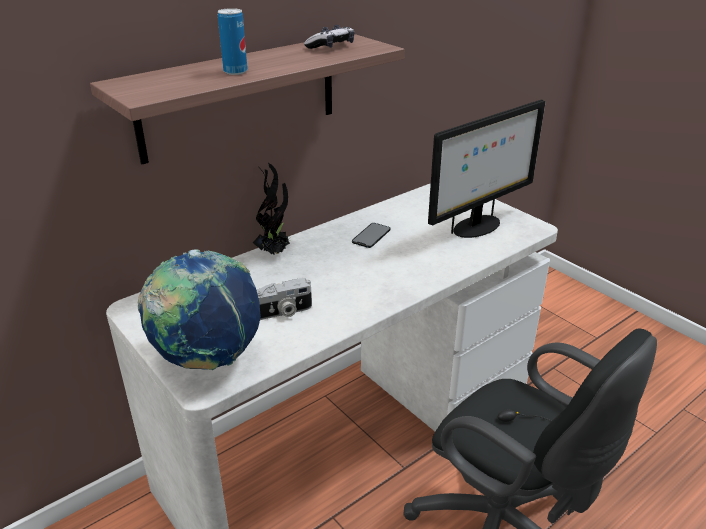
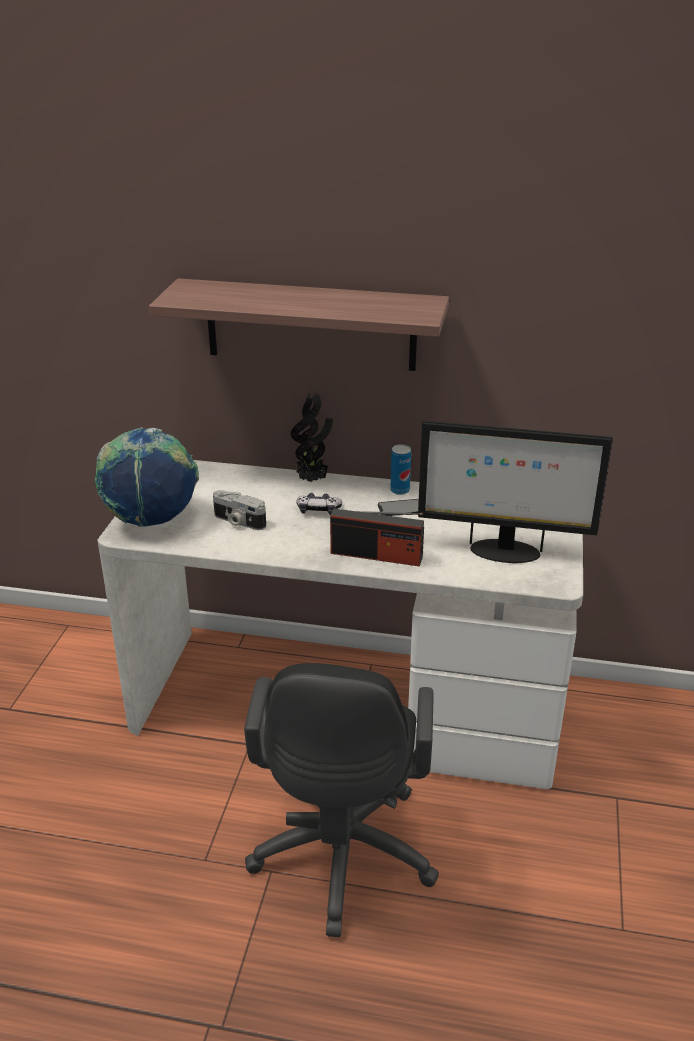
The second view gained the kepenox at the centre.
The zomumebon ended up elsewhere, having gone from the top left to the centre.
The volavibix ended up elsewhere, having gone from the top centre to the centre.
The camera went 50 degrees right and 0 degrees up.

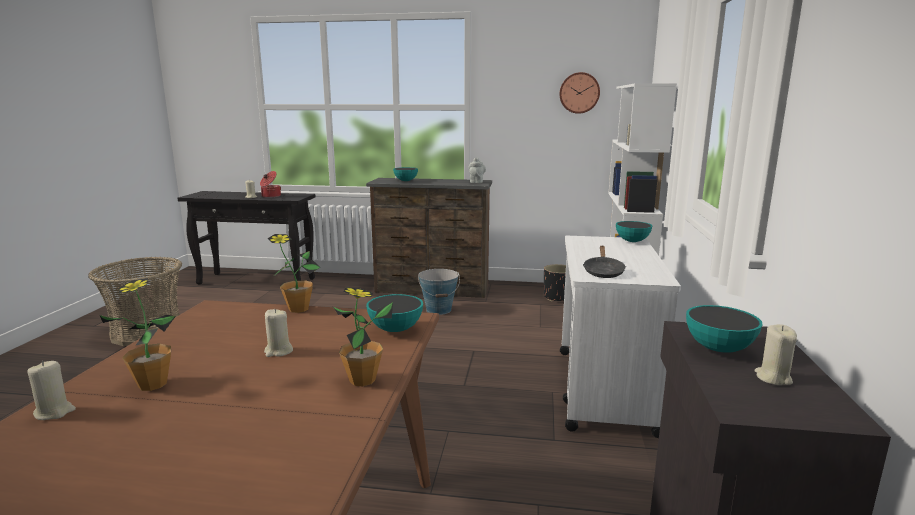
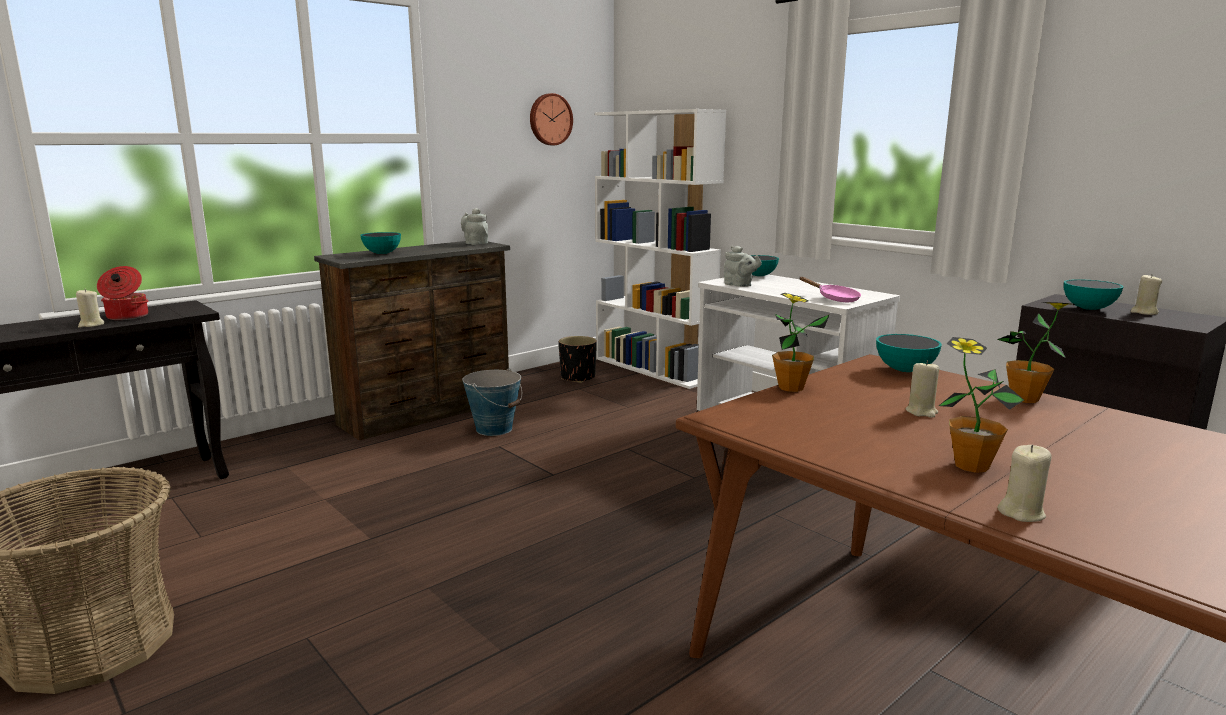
The second view gained the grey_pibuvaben (2nd from left) at the centre.
What was the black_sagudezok at the centre turned into the pink_sagudezok at the middle right.
The camera went 50 degrees left and 0 degrees up.

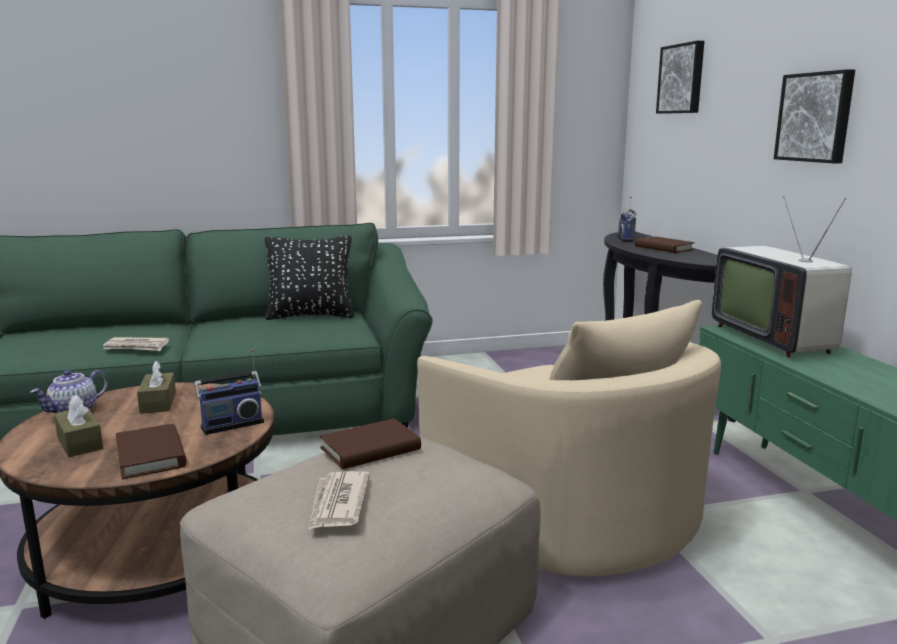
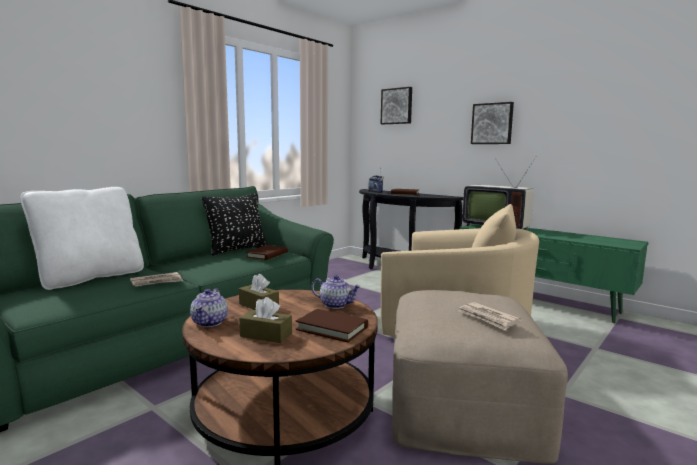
The second view gained the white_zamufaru at the middle left.
The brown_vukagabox (2nd from left in the first image) ended up elsewhere, having gone from the bottom centre to the centre.
Where the kepenox (1st from left) stood at the middle left, the pibuvaben (2nd from left) came to stand at the centre.
The camera went 35 degrees left and 5 degrees down.

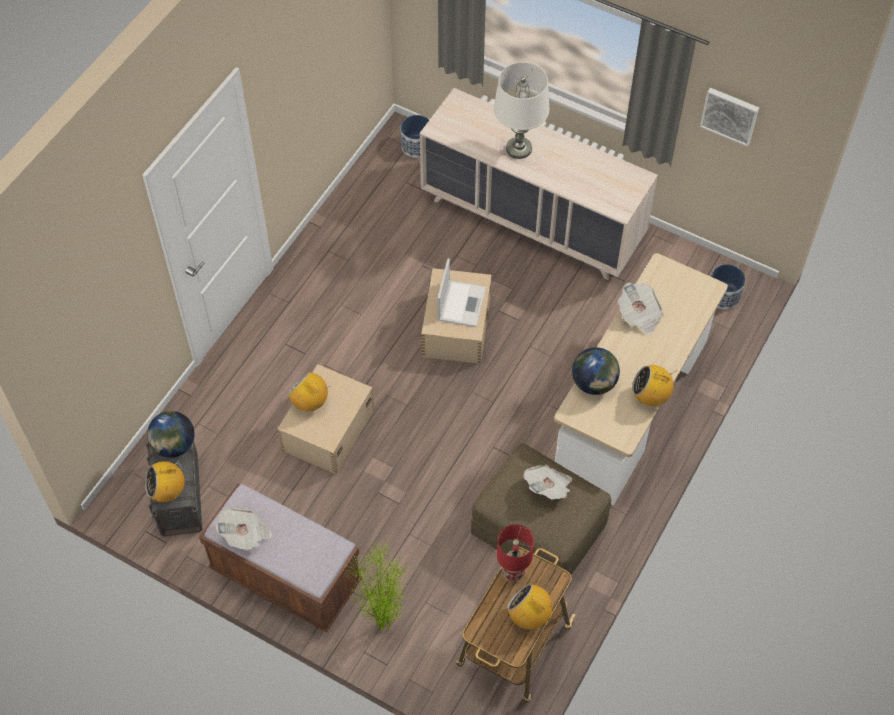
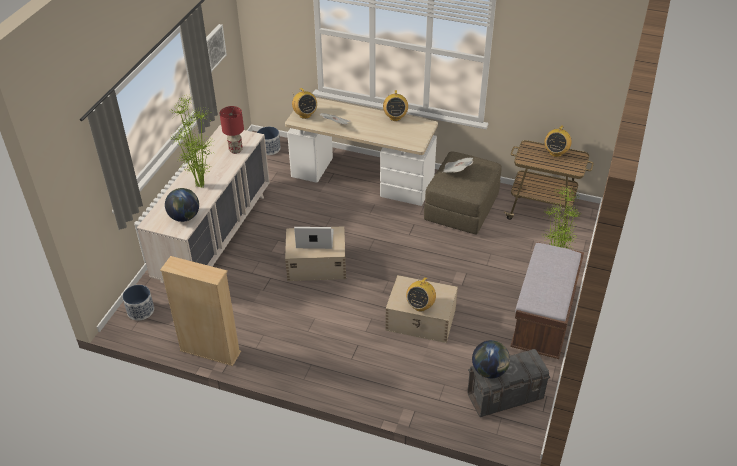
The second view lost the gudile (1st from left) at the bottom left.
The second view gained the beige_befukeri at the bottom left.
The kepenox (1st from left) ended up elsewhere, having gone from the bottom left to the top centre.
The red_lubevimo ended up elsewhere, having gone from the bottom centre to the top left.
The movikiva (2nd from left in the first image) ended up elsewhere, having gone from the middle right to the middle left.
Where the white_lubevimo stood at the top centre, the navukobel (1st from left) came to stand at the top left.
The camera went 100 degrees left and 15 degrees down.

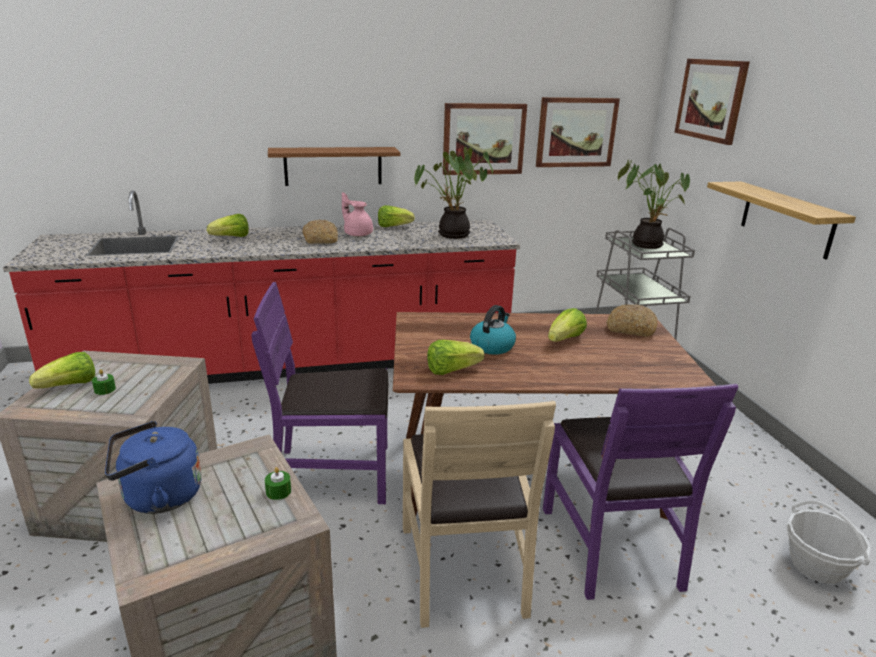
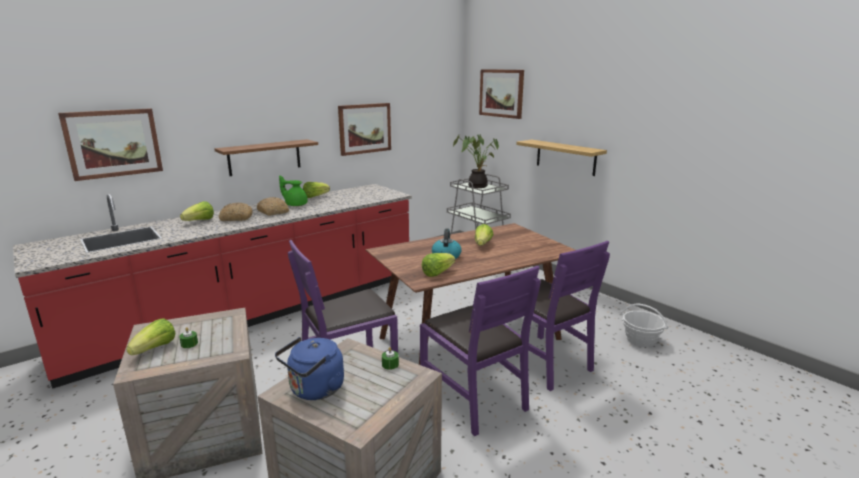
The second view lost the navukobel (1st from left) at the top centre.
The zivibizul (2nd from left in the first image) ended up elsewhere, having gone from the top centre to the top left.
The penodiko (2nd from left in the first image) ended up elsewhere, having gone from the middle right to the middle left.
What was the pink_pibuvaben at the top centre turned into the green_pibuvaben at the centre.
What was the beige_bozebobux at the bottom centre turned into the purple_bozebobux (2nd from left) at the bottom centre.
The camera went 25 degrees left and 5 degrees down.

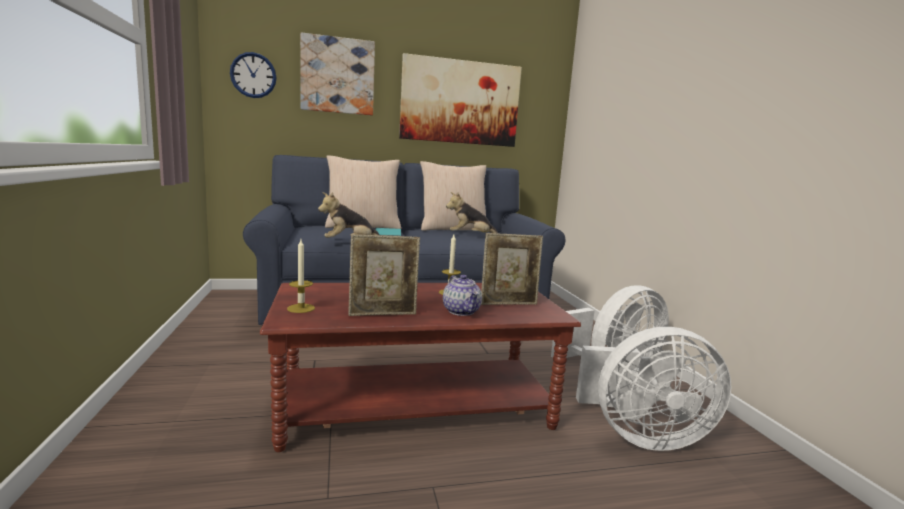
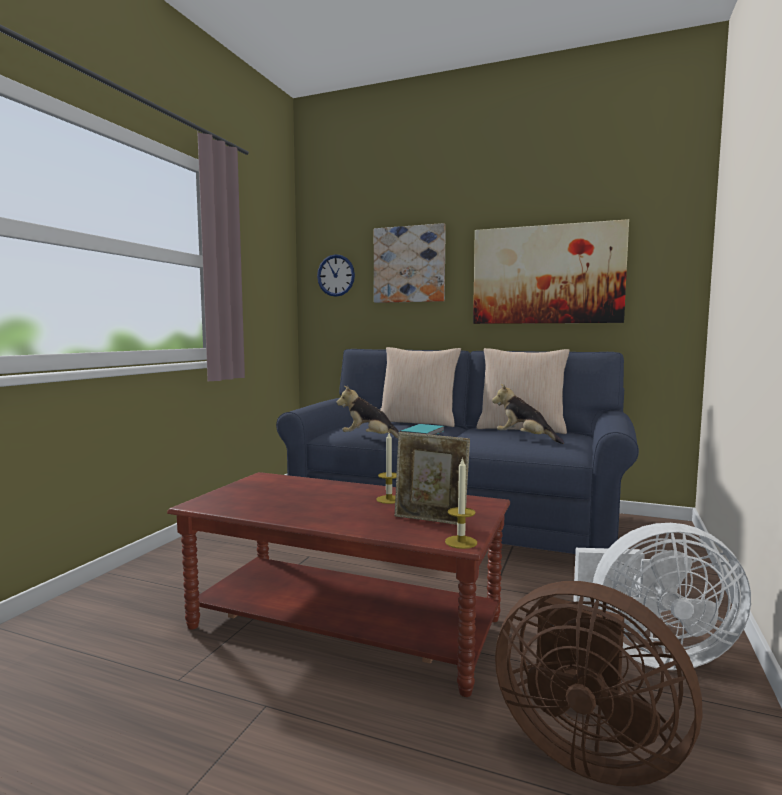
The second view lost the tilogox (1st from left) at the centre.
The second view lost the pibuvaben at the centre.
The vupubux (1st from left in the first image) ended up elsewhere, having gone from the middle left to the centre.
What was the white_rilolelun (2nd from left) at the bottom right turned into the brown_rilolelun at the bottom right.
The camera went 35 degrees right and 5 degrees down.

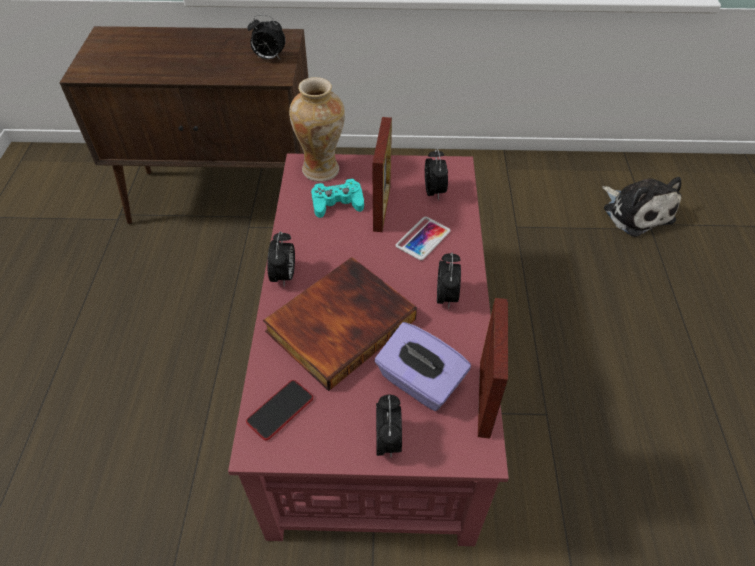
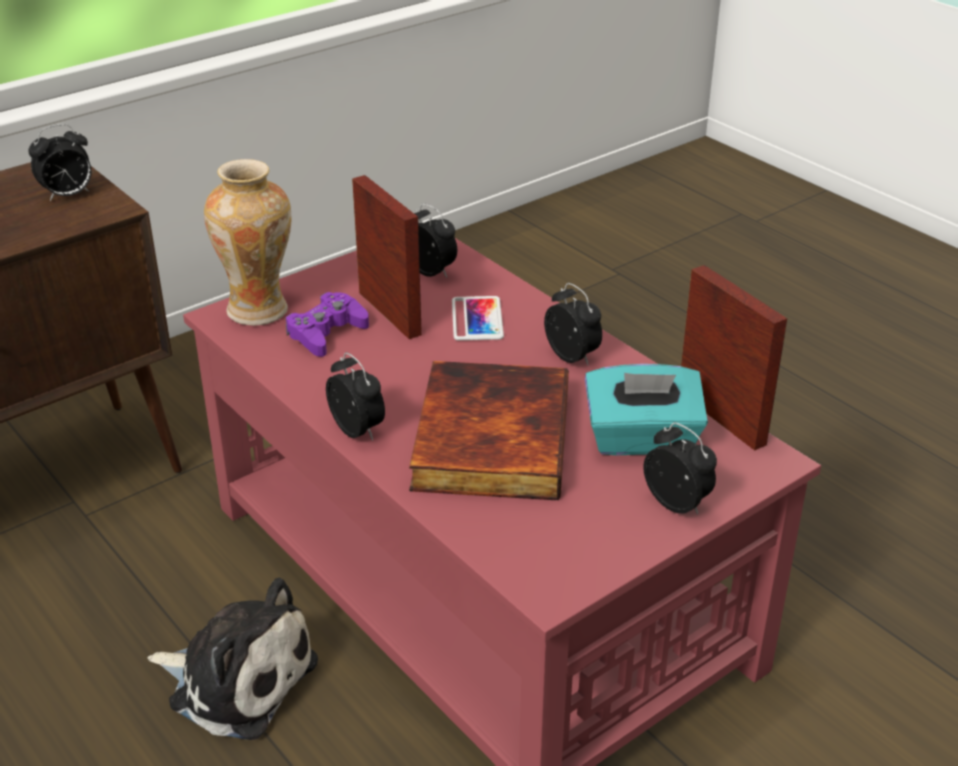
The second view lost the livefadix (1st from left) at the bottom centre.
The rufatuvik ended up elsewhere, having gone from the middle right to the bottom left.
What was the turquoise_volavibix at the centre turned into the purple_volavibix at the centre.
What was the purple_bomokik at the centre turned into the turquoise_bomokik at the middle right.
The camera went 40 degrees left and 15 degrees down.

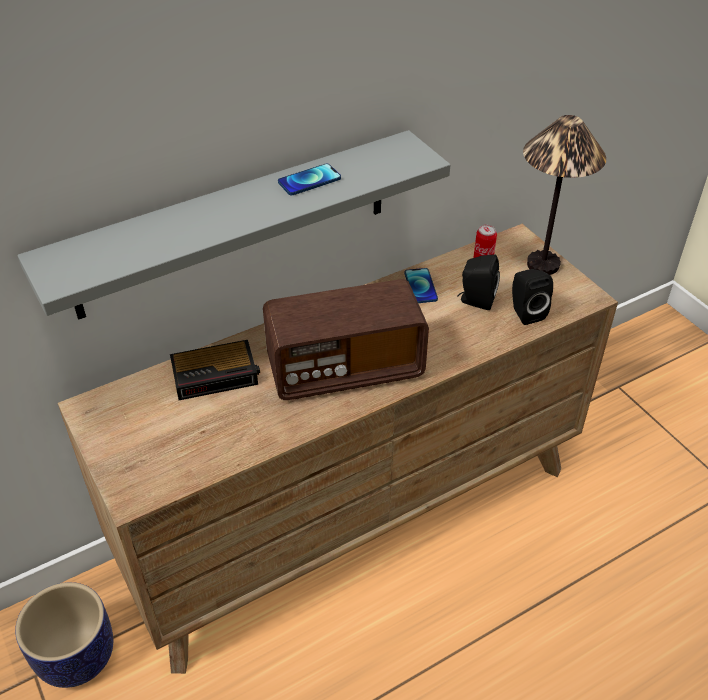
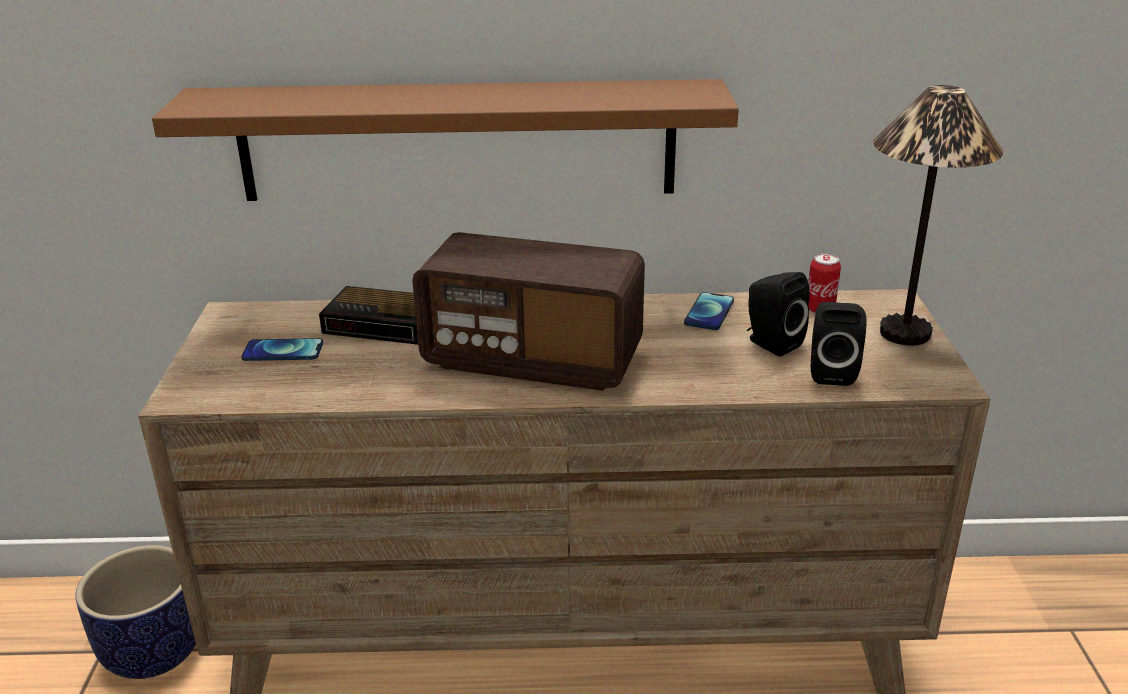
The livefadix (1st from left) ended up elsewhere, having gone from the top centre to the middle left.
What was the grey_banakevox at the top left turned into the brown_banakevox at the top centre.
The camera went 30 degrees right and 15 degrees down.

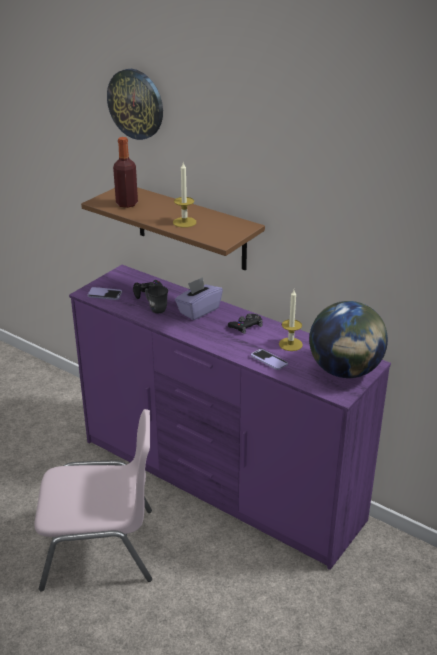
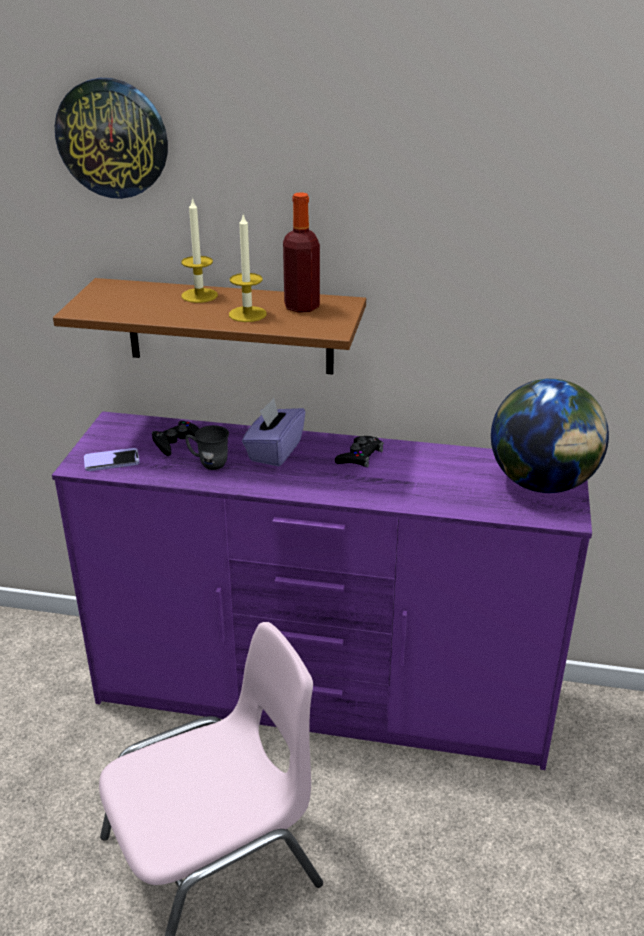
The second view lost the livefadix (2nd from left) at the centre.
The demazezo ended up elsewhere, having gone from the top left to the top centre.
The vupubux (2nd from left in the first image) ended up elsewhere, having gone from the centre to the top left.
The camera went 25 degrees left and 0 degrees up.

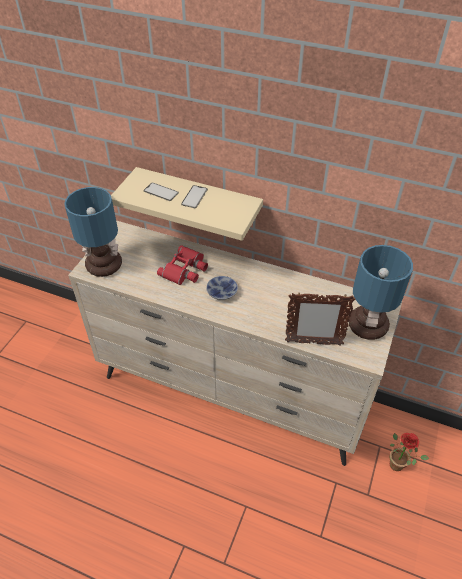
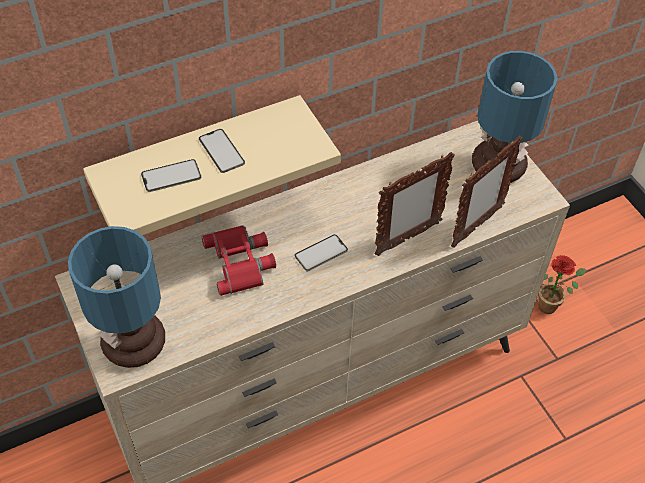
The second view gained the tilogox (1st from left) at the centre.
Where the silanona stood at the centre, the livefadix (3rd from left) came to stand at the centre.
The camera went 50 degrees left and 5 degrees up.

